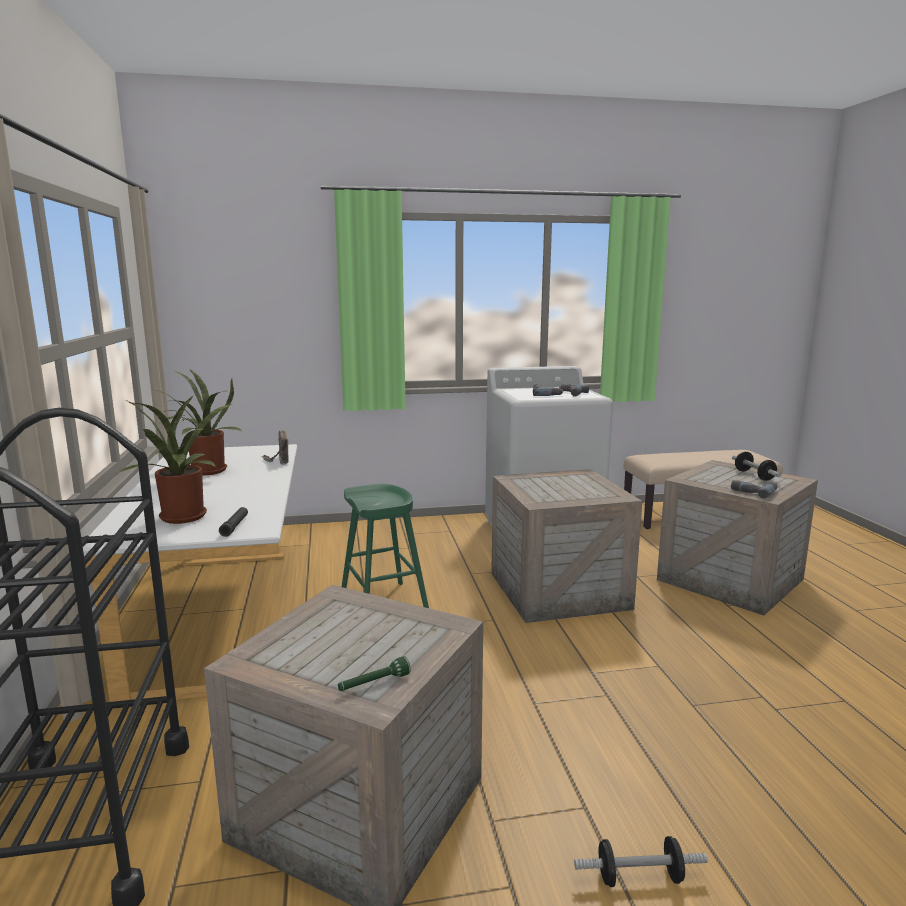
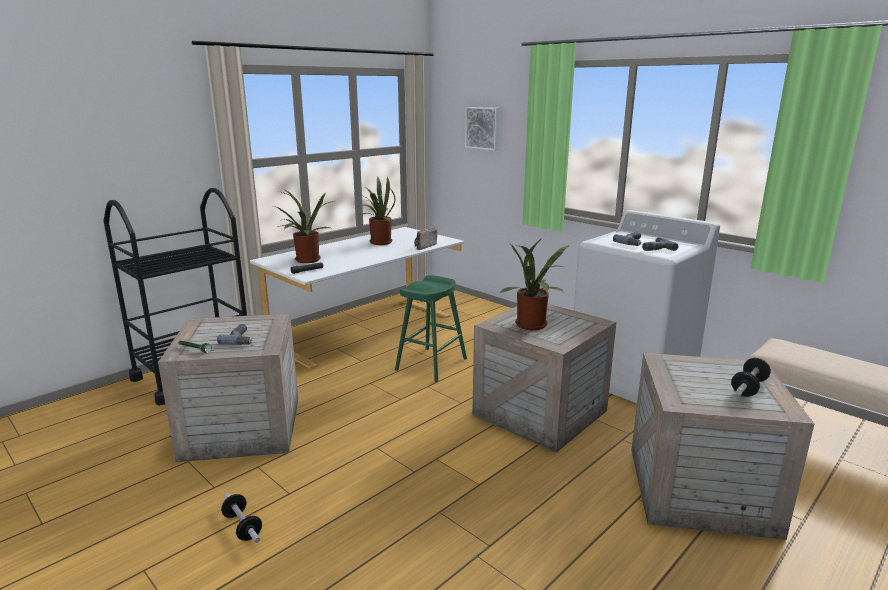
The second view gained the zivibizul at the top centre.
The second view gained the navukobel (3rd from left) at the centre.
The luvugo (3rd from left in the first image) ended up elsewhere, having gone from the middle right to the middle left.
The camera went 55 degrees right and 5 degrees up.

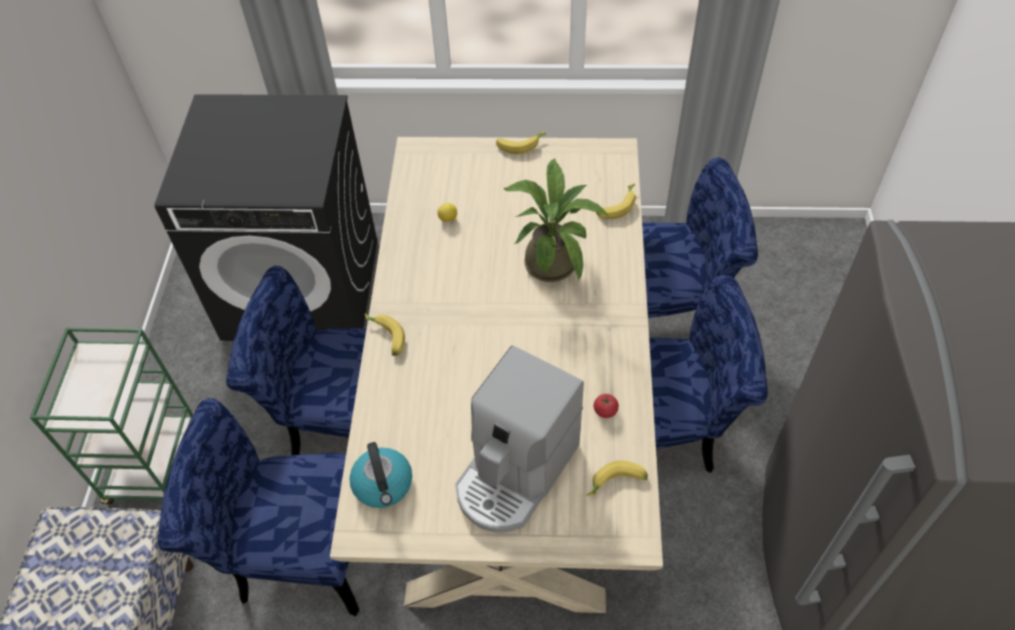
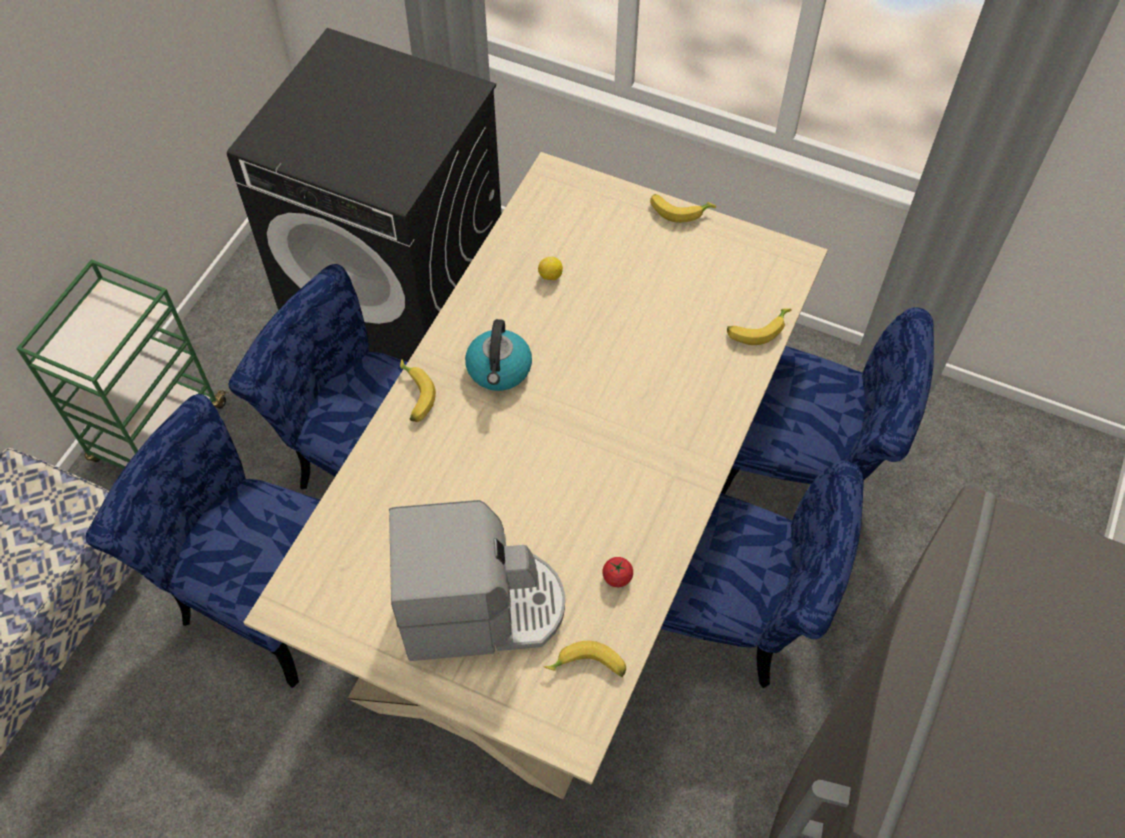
The second view lost the navukobel at the centre.
The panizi ended up elsewhere, having gone from the bottom centre to the centre.
The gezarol at the bottom centre ended up facing another way, 150 degrees counterclockwise from before.
The camera went 20 degrees right and 5 degrees up.

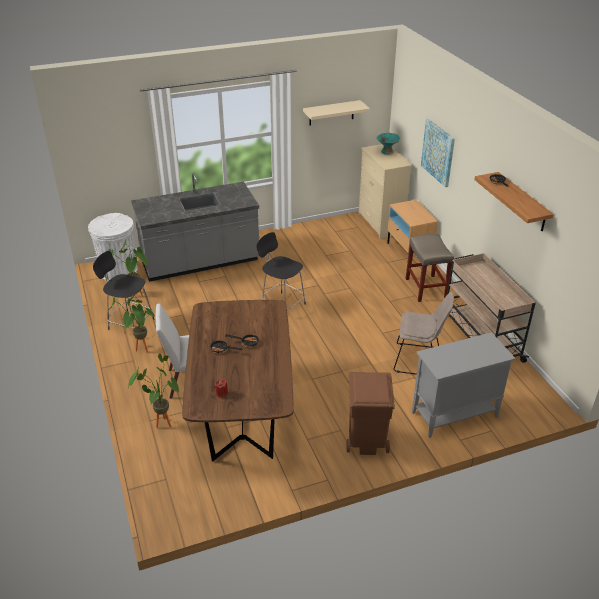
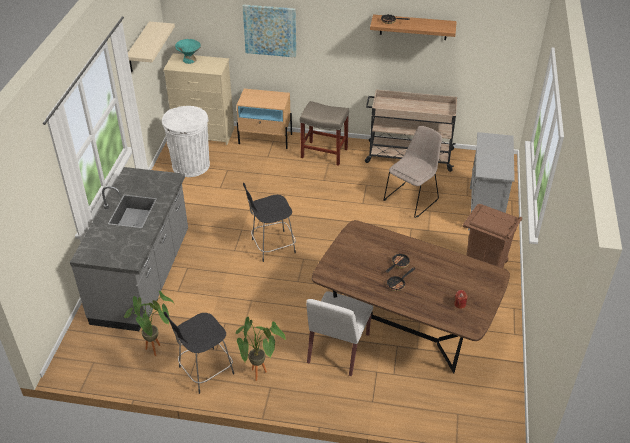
The second view lost the navukobel (3rd from left) at the middle left.
The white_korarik ended up elsewhere, having gone from the middle left to the top left.
The camera went 60 degrees left and 5 degrees up.

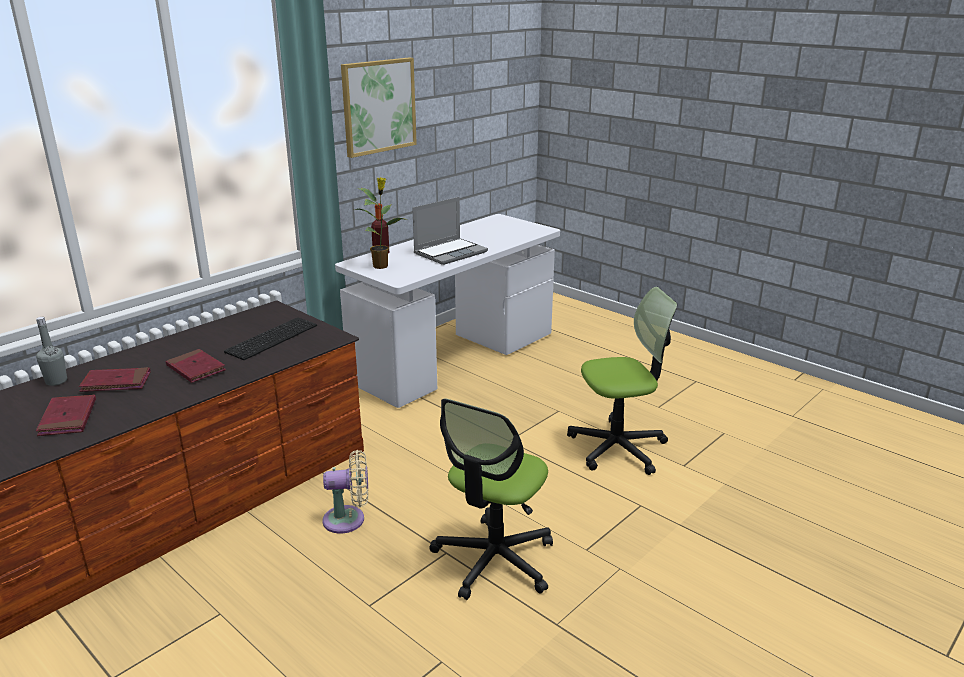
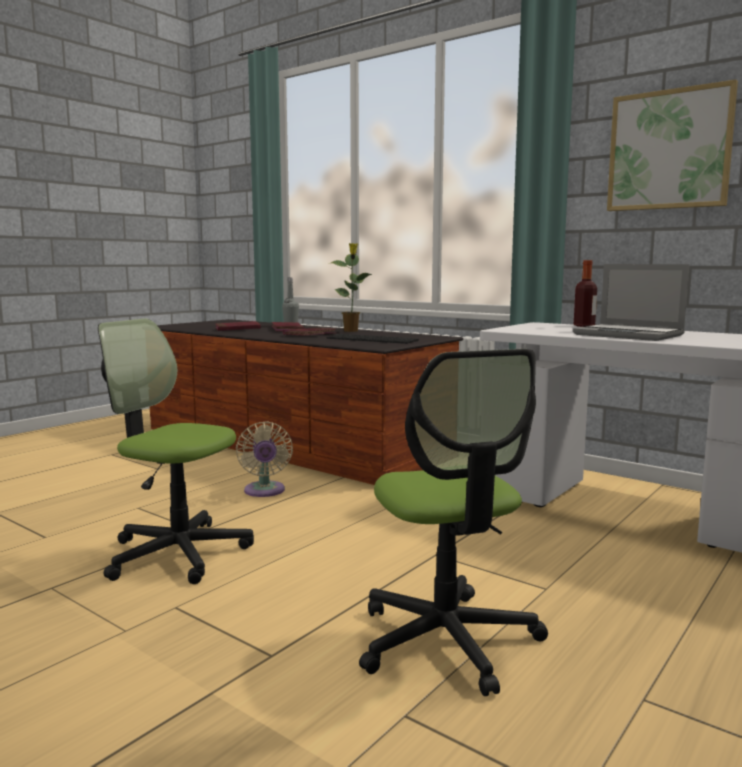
The navukobel ended up elsewhere, having gone from the top centre to the centre.
The camera went 85 degrees right and 15 degrees down.

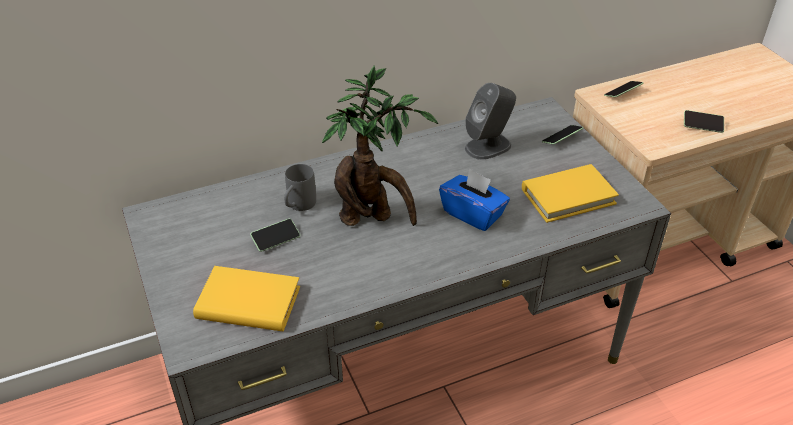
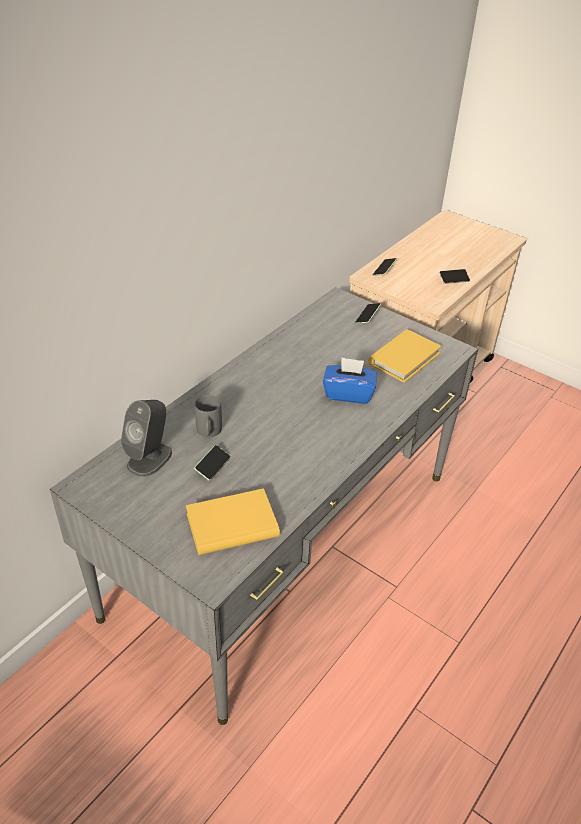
The second view lost the navukobel at the centre.
The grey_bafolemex ended up elsewhere, having gone from the top centre to the middle left.
The camera went 30 degrees left and 0 degrees up.

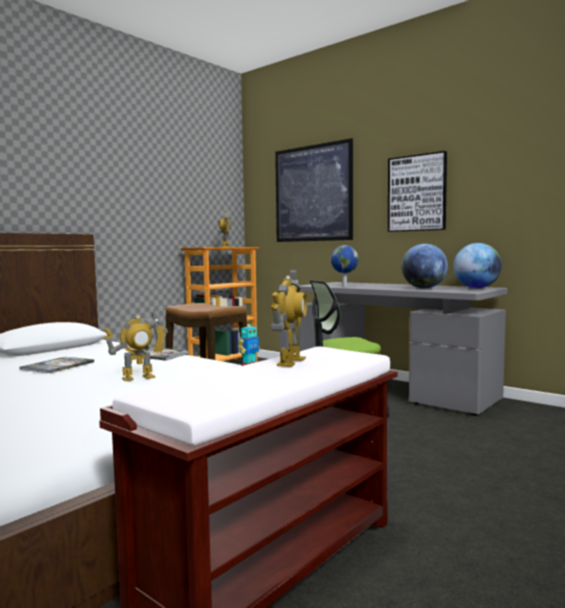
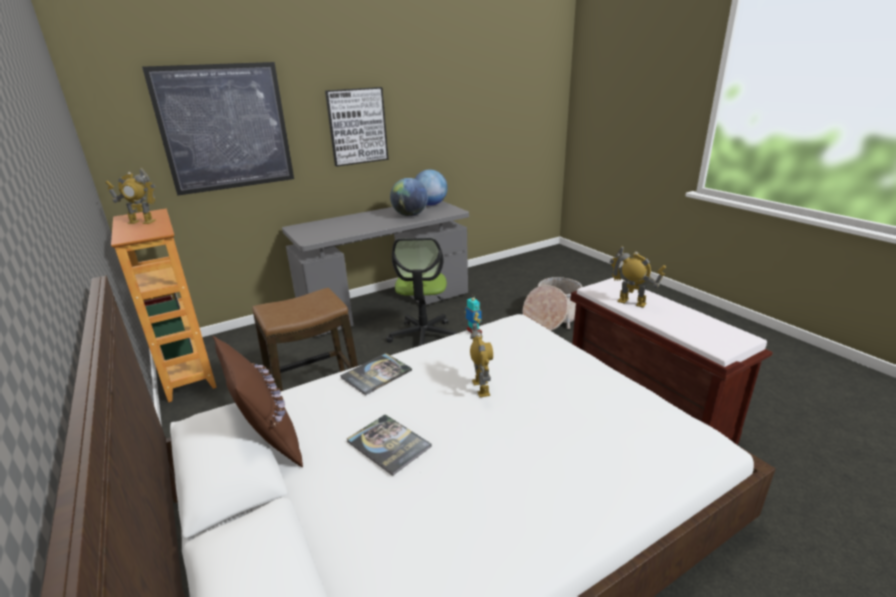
The second view lost the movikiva (1st from left) at the centre.
The second view gained the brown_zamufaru at the bottom left.
The second view gained the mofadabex at the centre.
The camera went 70 degrees left and 20 degrees up.

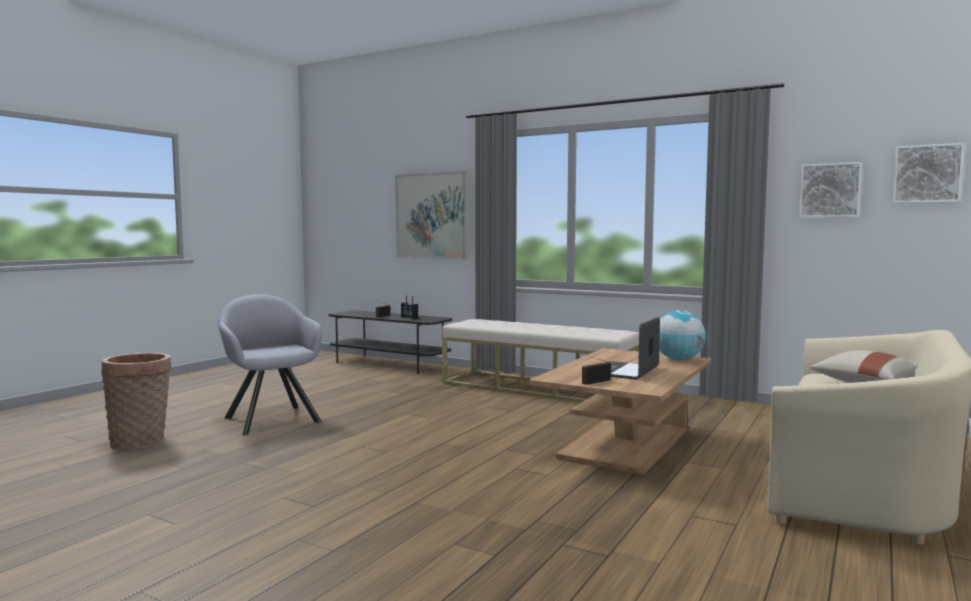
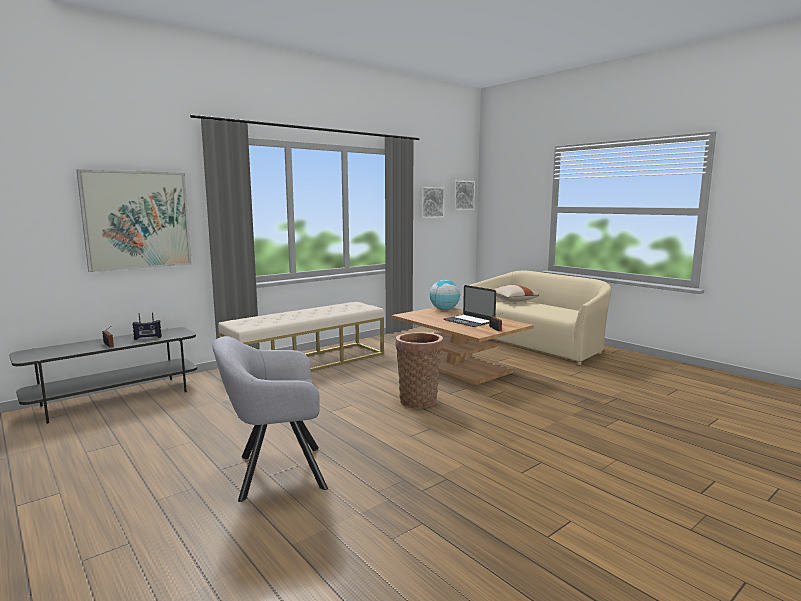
The mofadabex ended up elsewhere, having gone from the bottom left to the centre.
The camera went 70 degrees left and 5 degrees up.

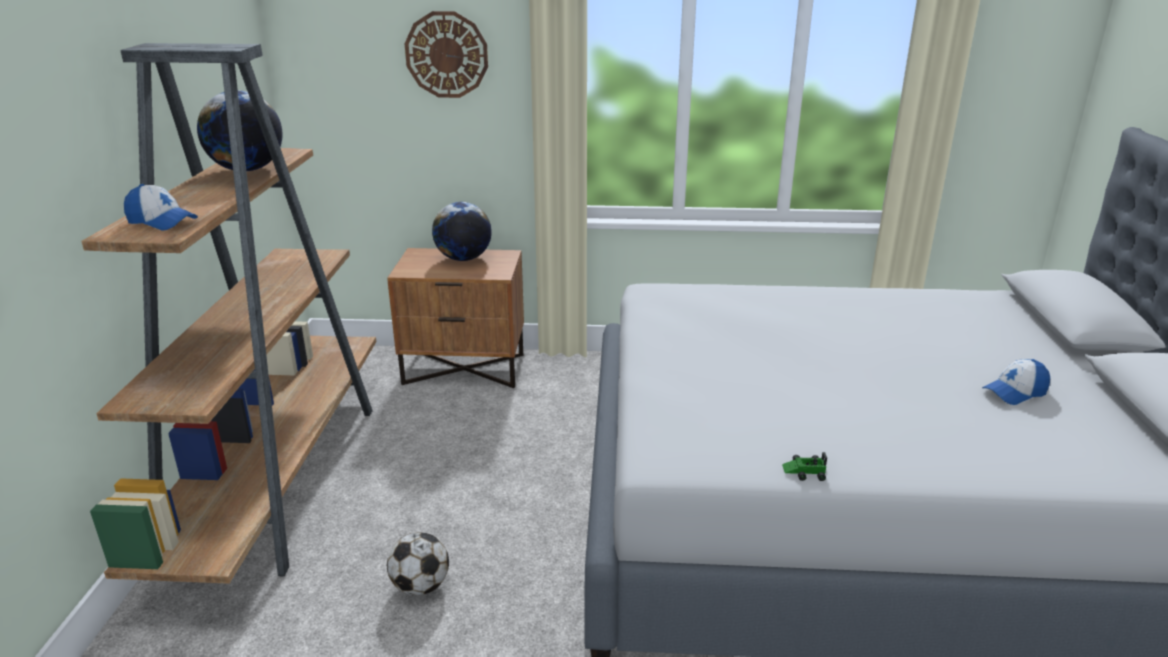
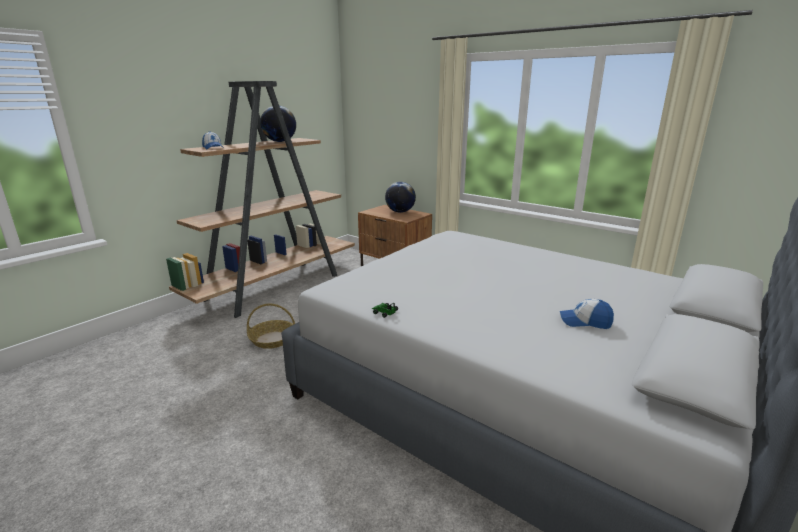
The second view lost the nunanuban at the top centre.
Where the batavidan stood at the bottom centre, the mofadabex came to stand at the centre.
The camera went 35 degrees right and 5 degrees down.

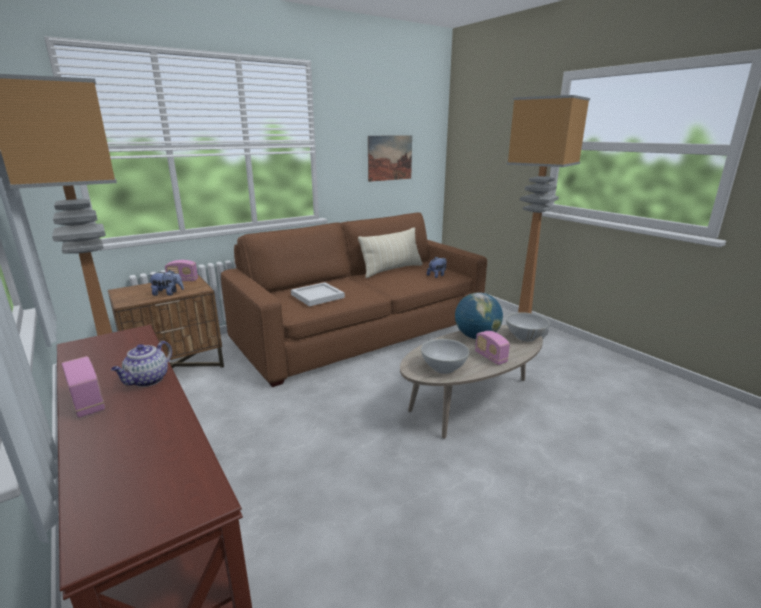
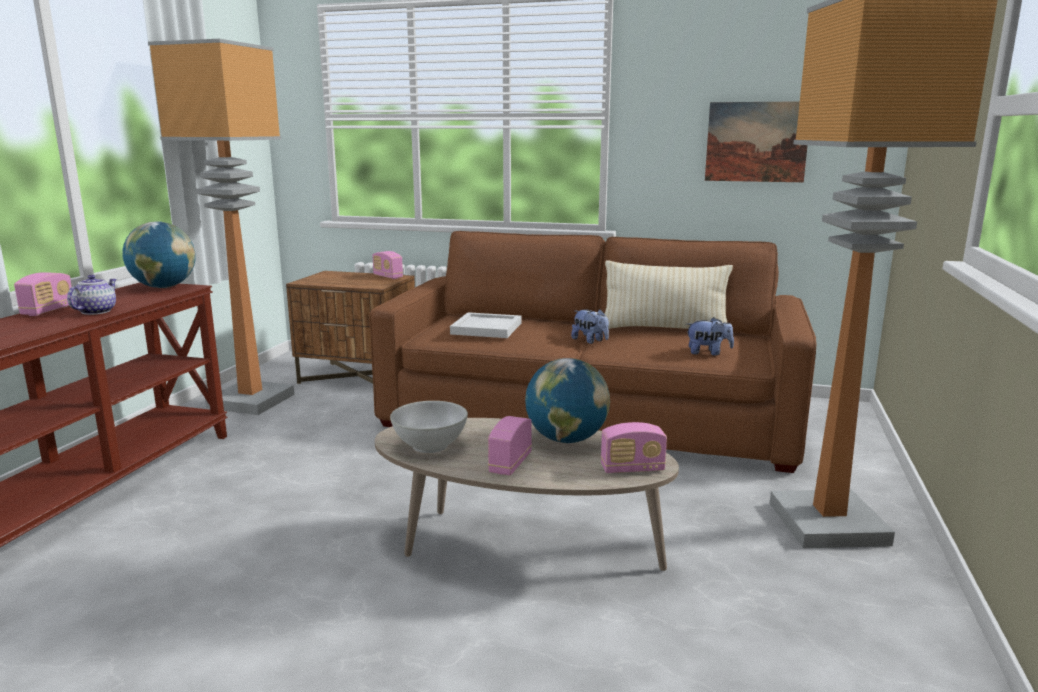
The second view gained the movikiva (1st from left) at the middle left.
The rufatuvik (1st from left) ended up elsewhere, having gone from the middle left to the centre.
Where the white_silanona (2nd from left) stood at the middle right, the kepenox (4th from left) came to stand at the centre.
The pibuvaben at the middle left ended up facing another way, 120 degrees clockwise from before.
The camera went 50 degrees right and 5 degrees down.

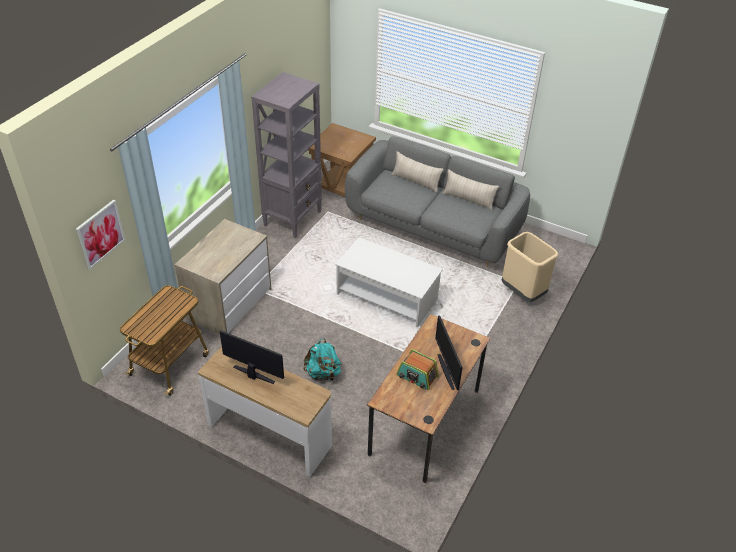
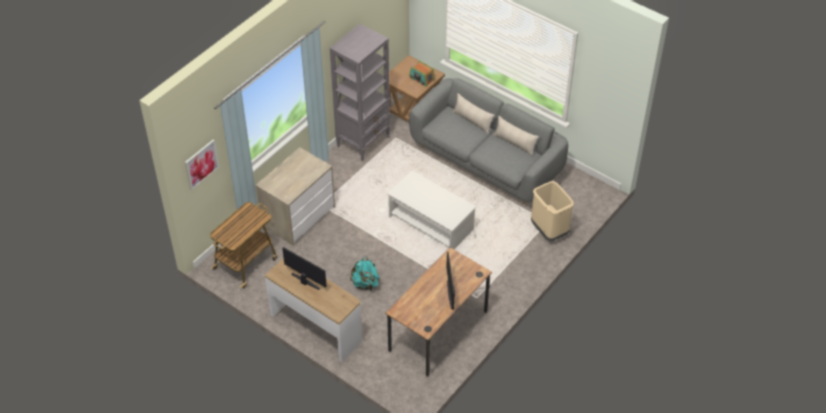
The kepenox ended up elsewhere, having gone from the bottom centre to the top centre.
The camera went 10 degrees right and 5 degrees up.

